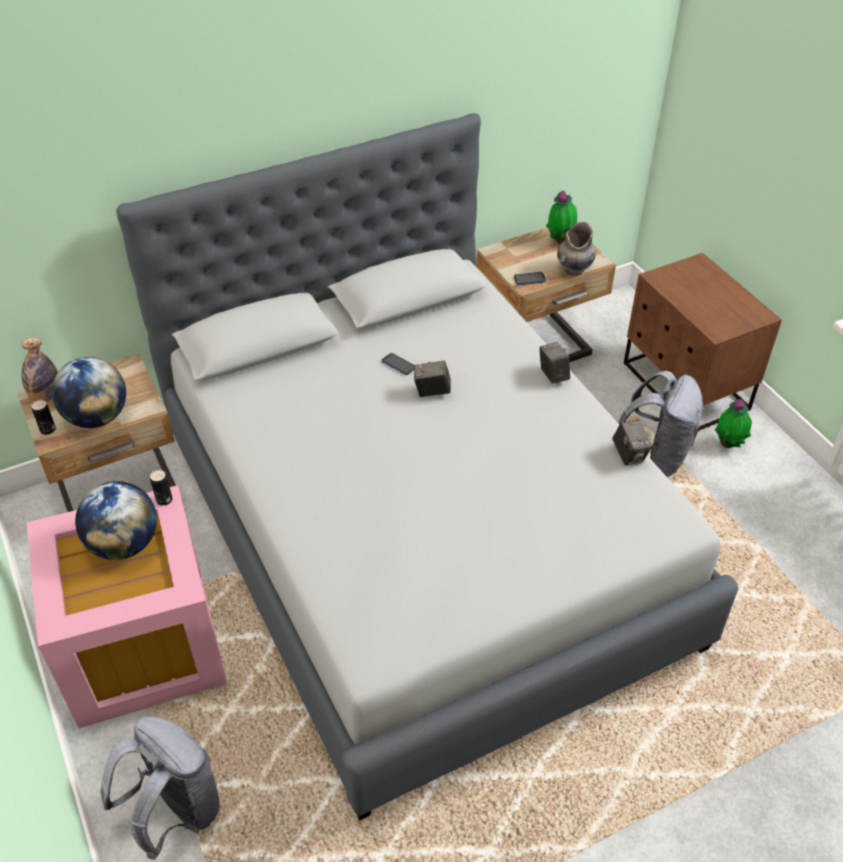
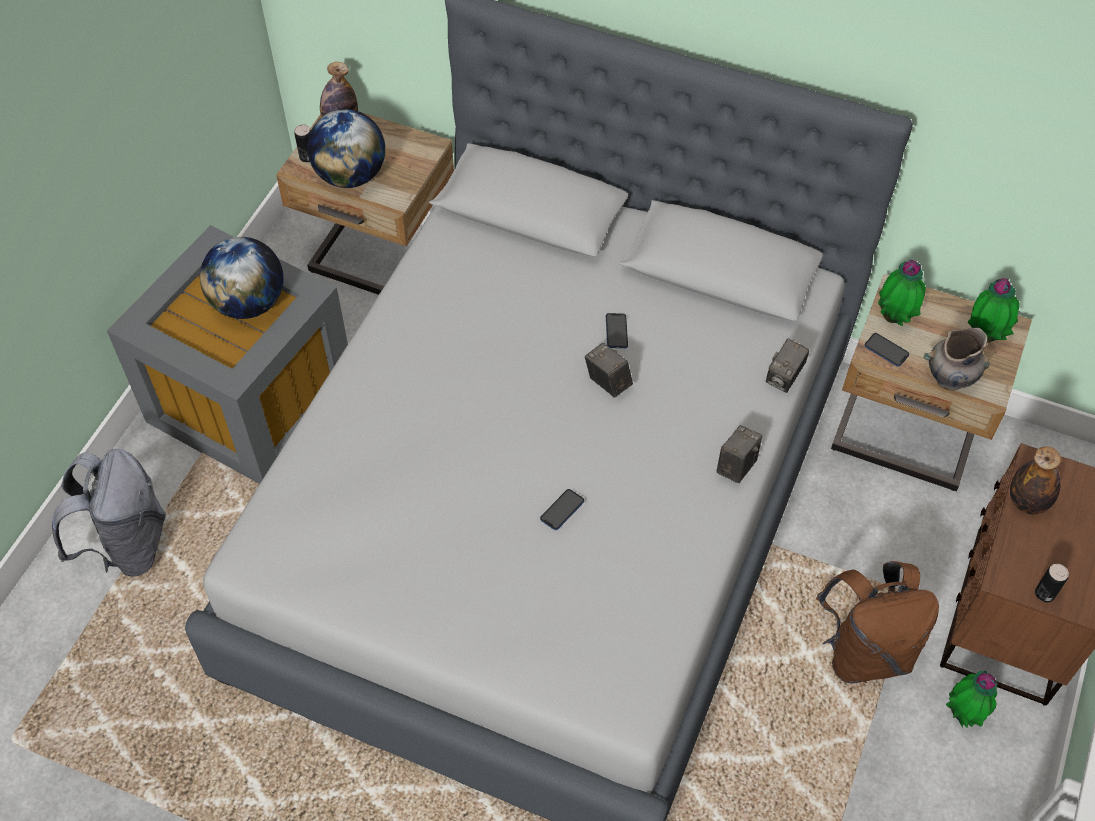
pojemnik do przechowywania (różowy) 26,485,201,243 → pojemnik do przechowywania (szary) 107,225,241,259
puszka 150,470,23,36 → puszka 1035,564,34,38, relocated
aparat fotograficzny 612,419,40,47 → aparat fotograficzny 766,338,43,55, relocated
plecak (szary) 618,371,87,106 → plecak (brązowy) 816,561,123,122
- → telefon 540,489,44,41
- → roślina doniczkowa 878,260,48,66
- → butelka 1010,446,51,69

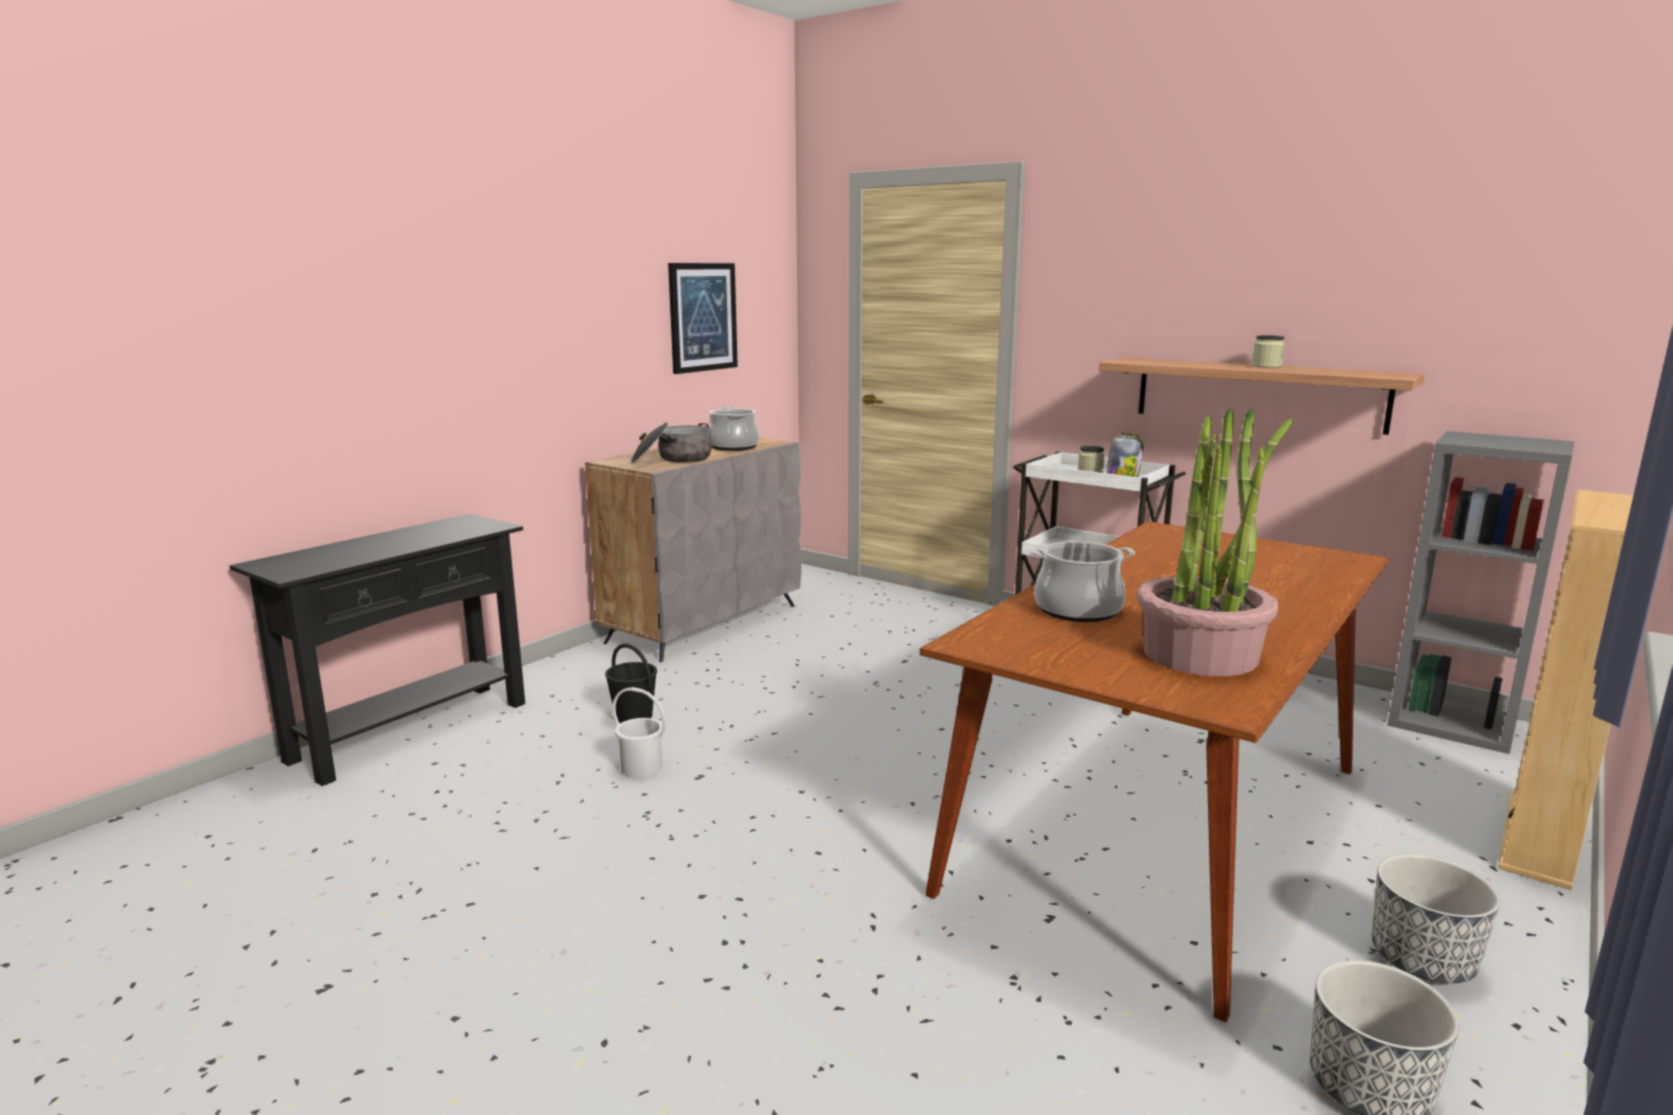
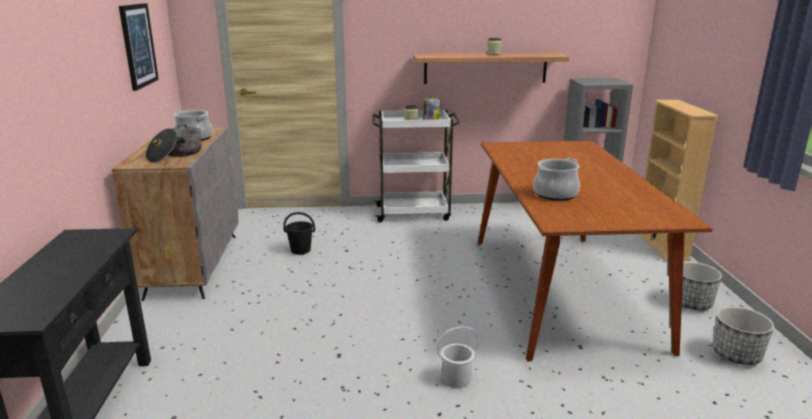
wiadro (czarny) 605,643,52,80 → wiadro (czarny) 283,212,32,43, relocated
wiadro (biały) 612,687,54,91 → wiadro (biały) 437,326,42,62, relocated
roślina doniczkowa 1137,408,156,268 → -

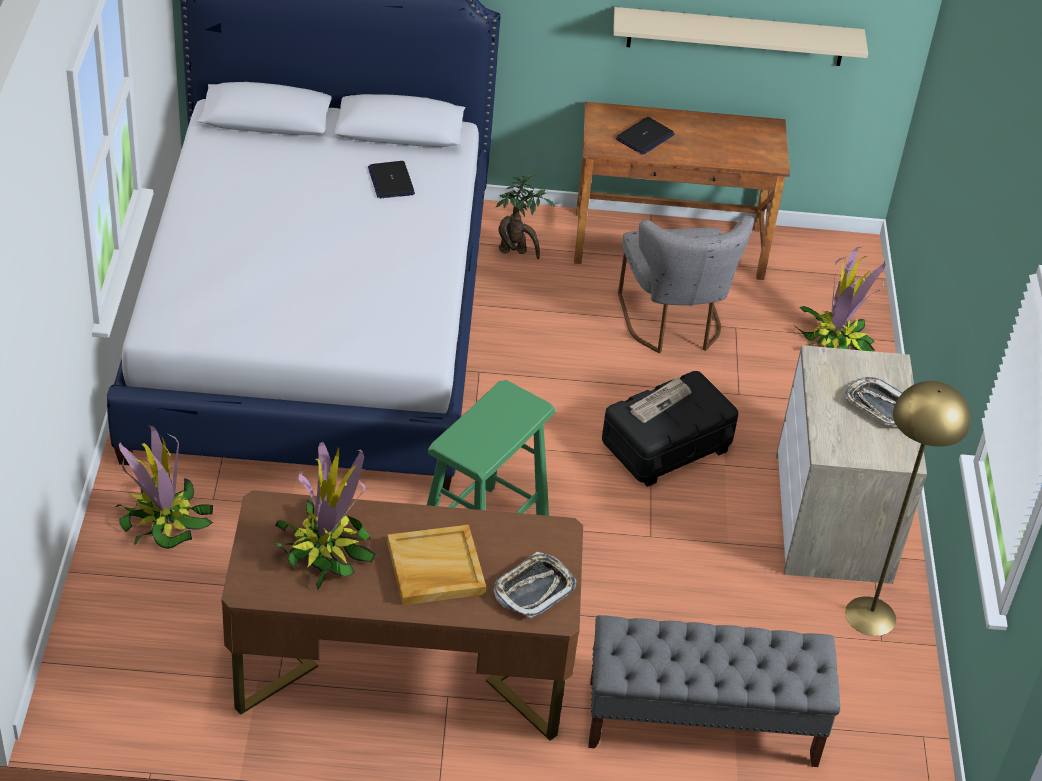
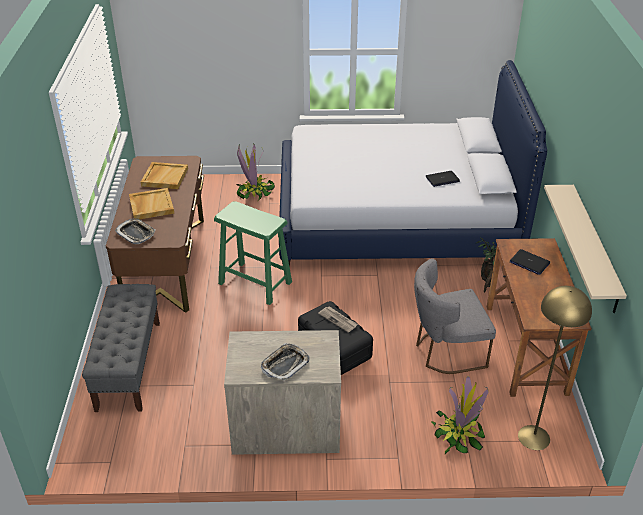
roślina doniczkowa 273,442,103,148 → taca (beżowy) 141,162,47,27
lampa stojąca (żółty) 845,381,125,255 → lampa stojąca (żółty) 518,286,74,164, relocated

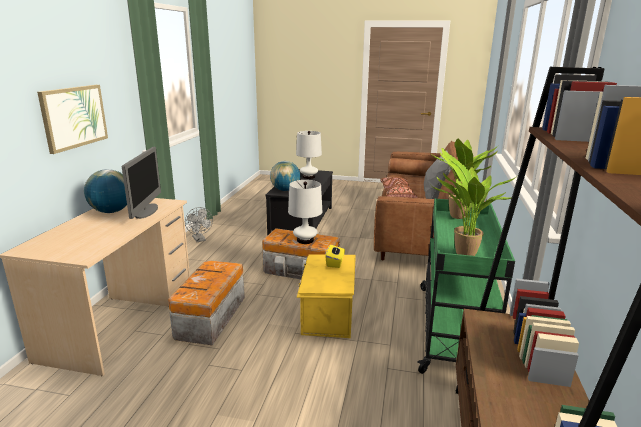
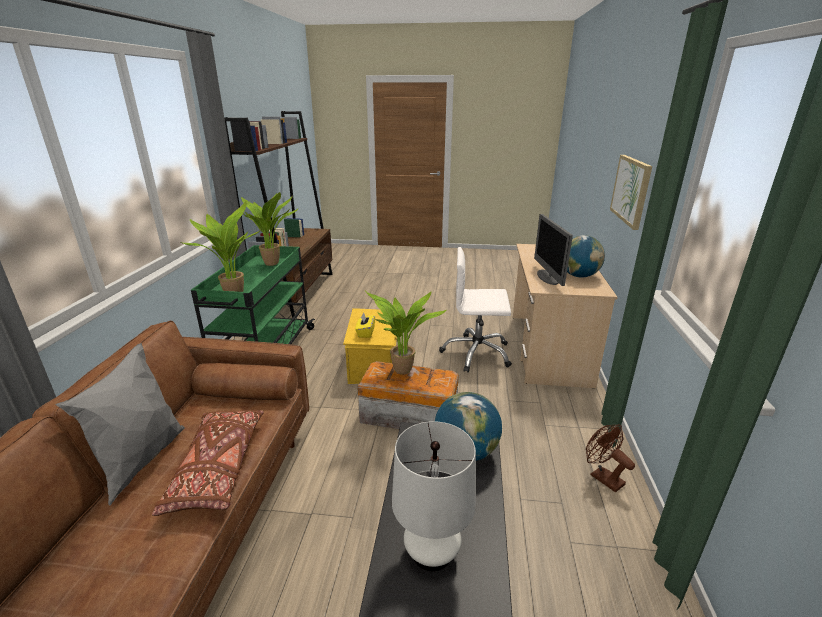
pojemnik do przechowywania 168,260,77,85 → krzesło biurowe (biały) 439,247,73,126
wentylator (szary) 185,207,28,35 → wentylator (brązowy) 586,424,49,68
lampa stołowa (biały) 288,180,34,64 → roślina doniczkowa 365,291,81,84

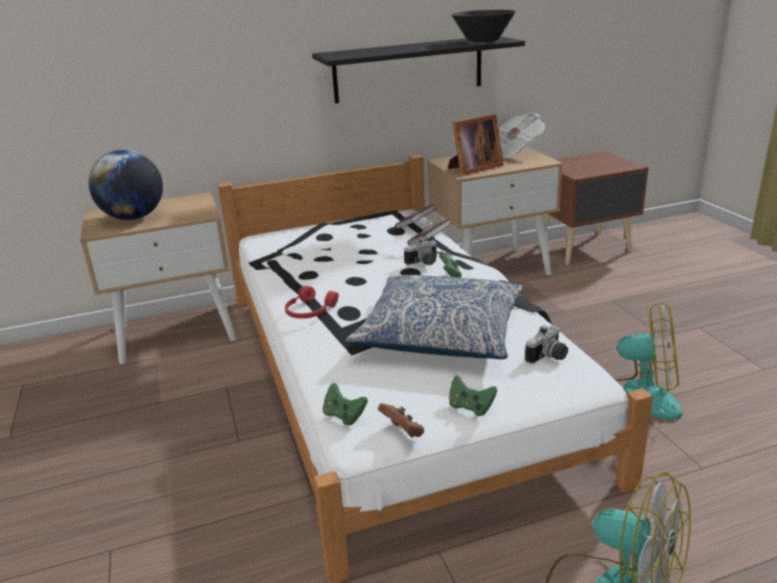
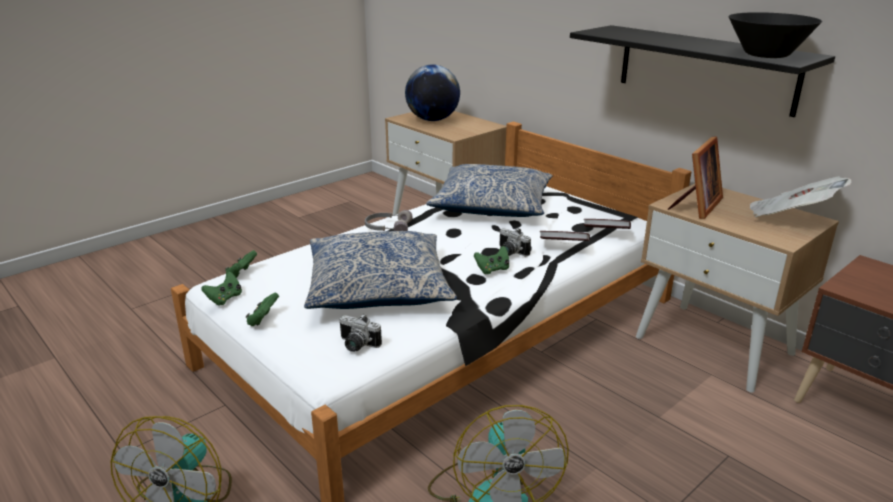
słuchawki (czerwony) 285,286,54,33 → słuchawki (szary) 365,210,48,21
pad do gier (brązowy) 378,403,46,35 → pad do gier (zielony) 202,271,40,35
ramka na zdjęcie 448,114,56,62 → ramka na zdjęcie 668,136,55,83, 90 degrees counterclockwise
- → poduszka 426,164,126,53

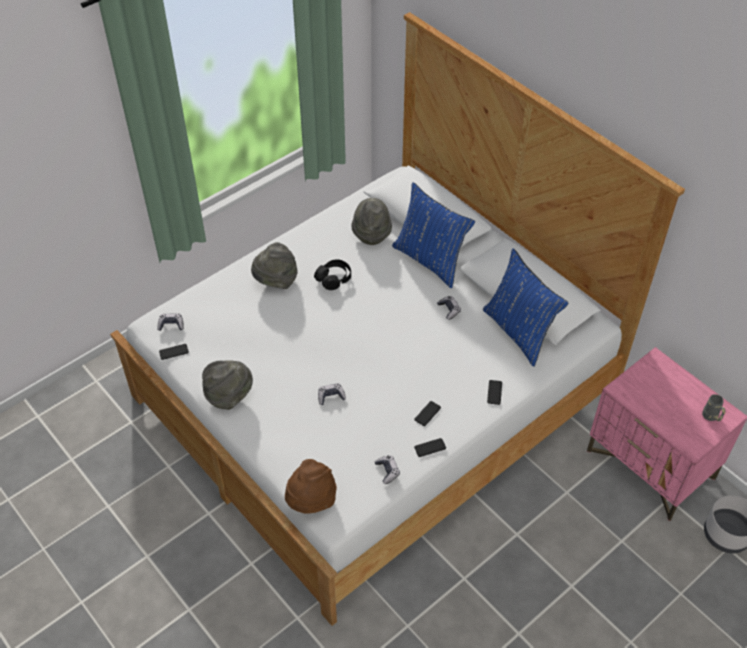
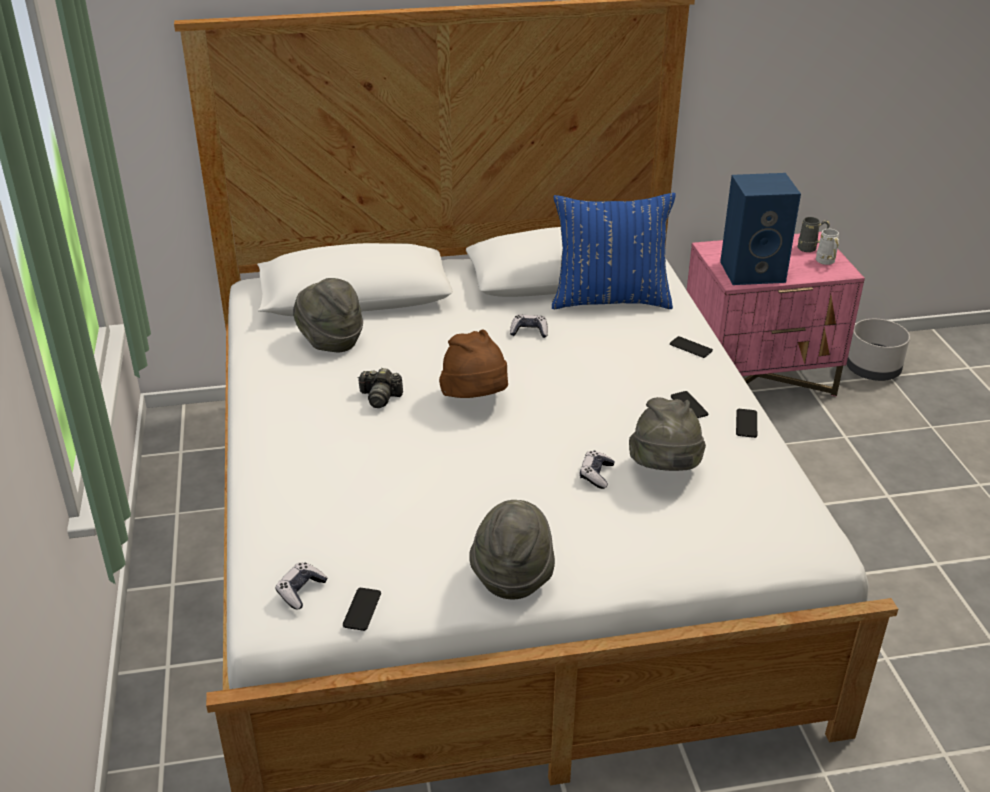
kapelusz (szary) 251,242,47,47 → kapelusz (szary) 629,397,77,74, relocated
kapelusz (brązowy) 285,459,52,55 → kapelusz (brązowy) 439,329,69,69, relocated
słuchawki (czarny) 314,259,37,31 → aparat fotograficzny 358,368,45,40
pad do gier 375,455,25,29 → -
poduszka (niebieski) 392,182,83,106 → -
- → głośnik (niebieski) 720,173,81,112
- → kubek (biały) 816,229,23,36

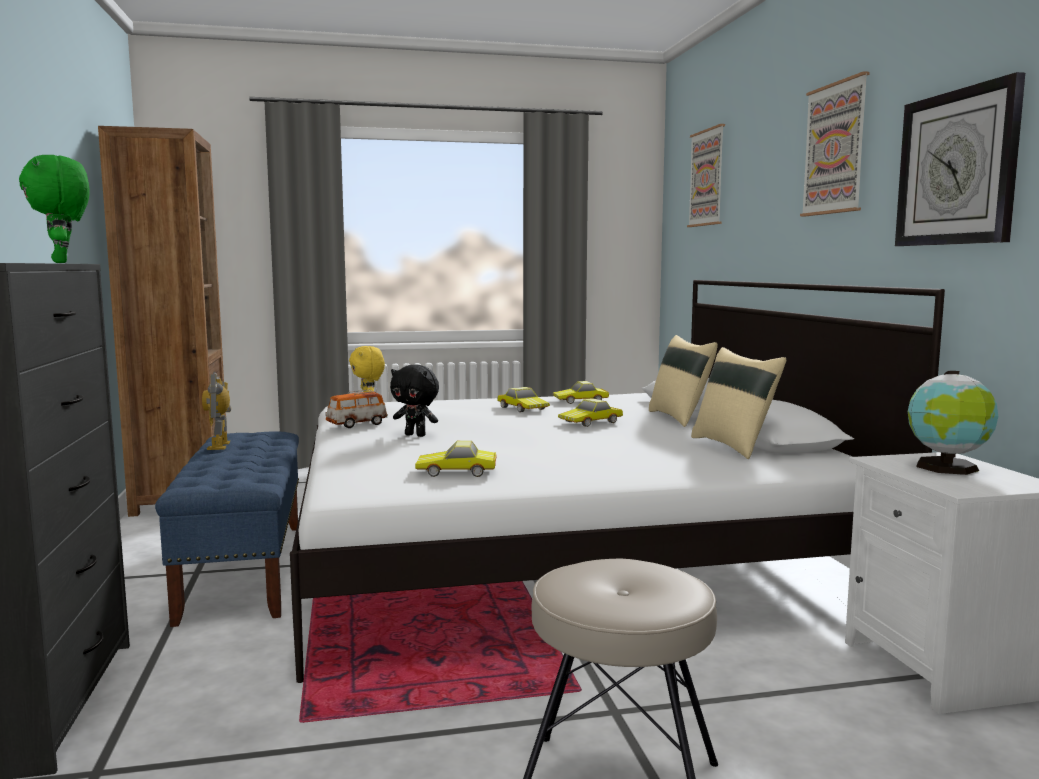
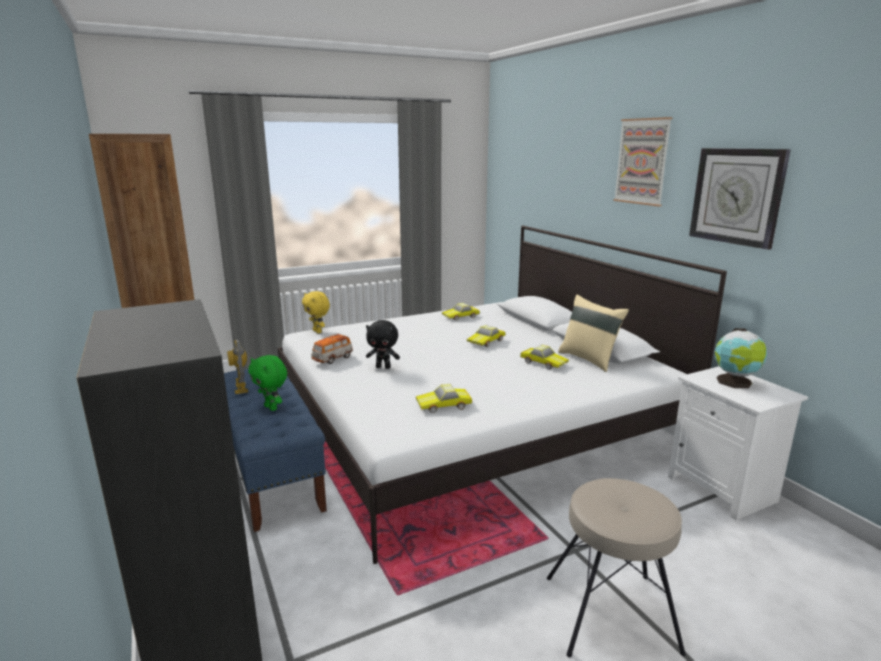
pluszak (zielony) 19,155,70,108 → pluszak (zielony) 248,355,39,56, relocated
samochodzik 497,387,53,25 → samochodzik 520,345,49,25, relocated
poduszka (beżowy) 649,335,69,92 → -
obraz 687,124,38,103 → -

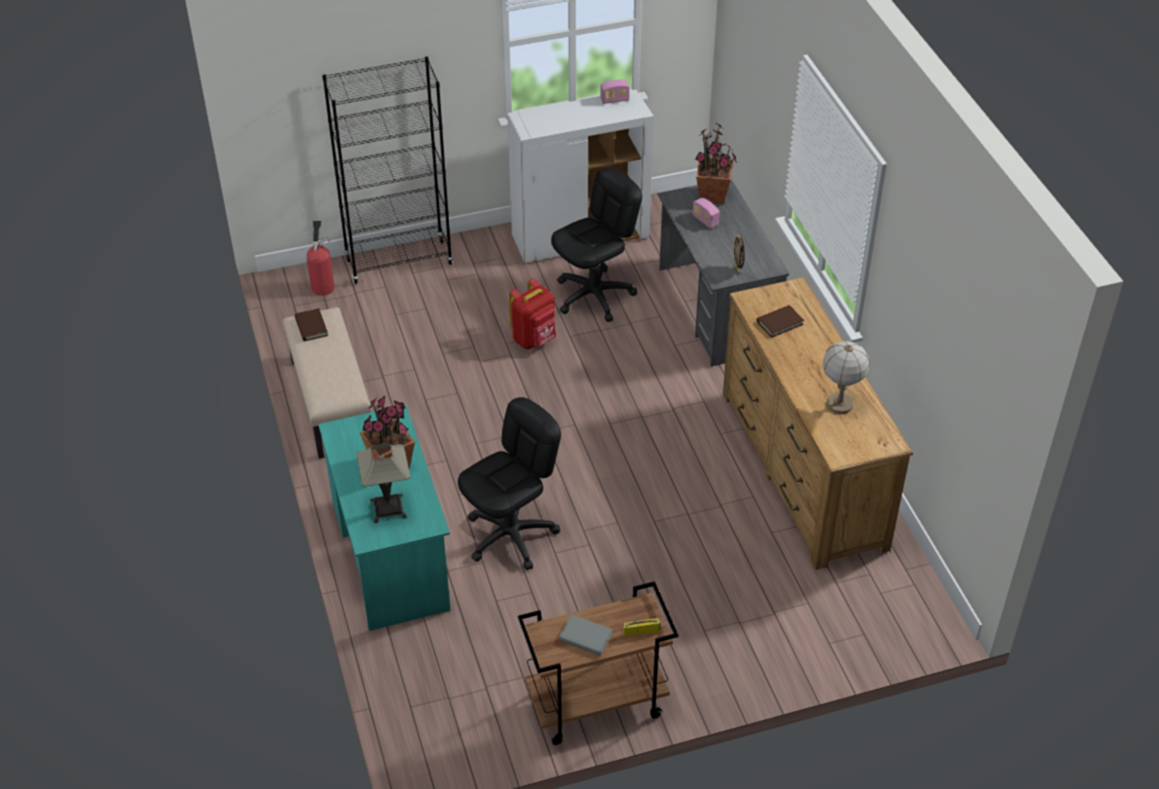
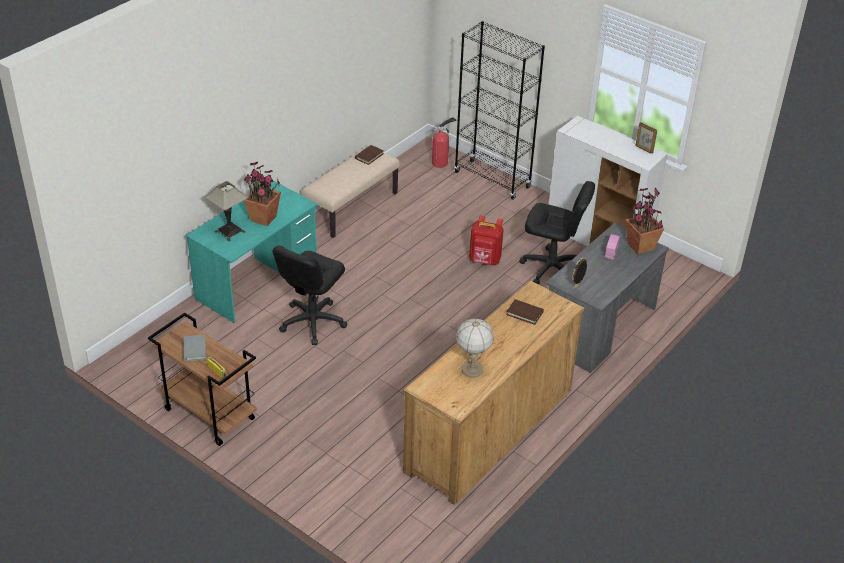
krzesło biurowe (czarny) 458,397,103,173 → krzesło biurowe (czarny) 273,245,74,100, 105 degrees clockwise
radio 600,80,30,24 → ramka na zdjęcie 635,122,22,32

